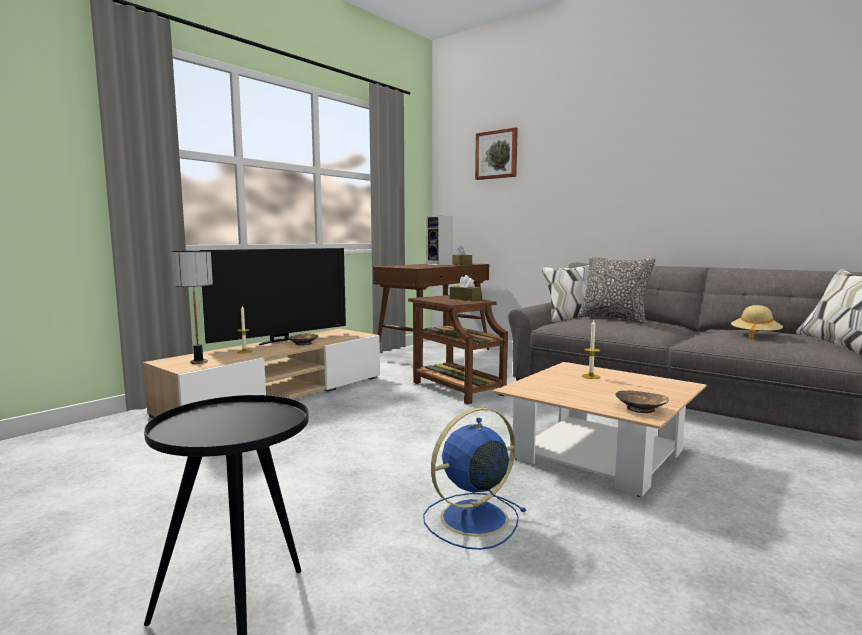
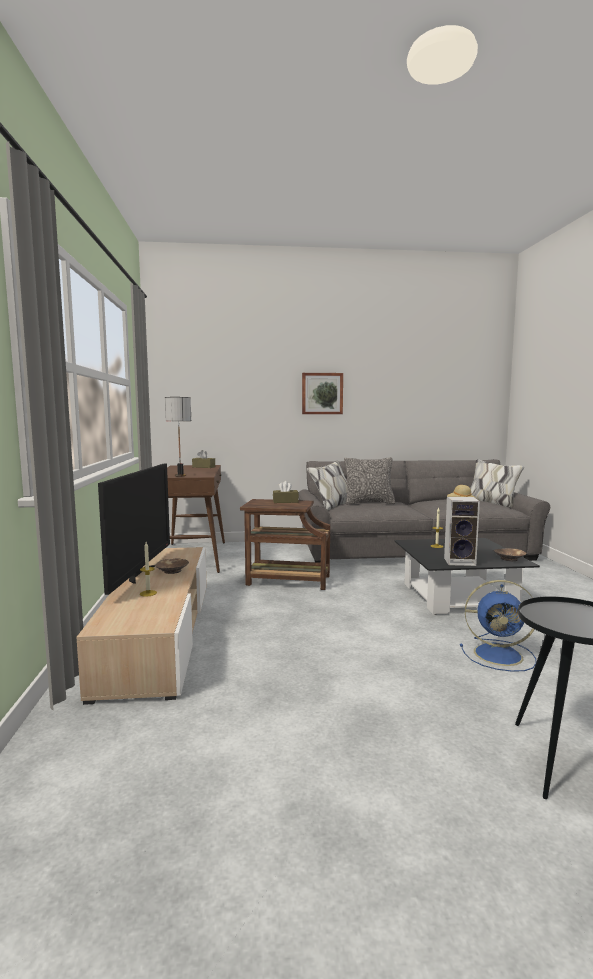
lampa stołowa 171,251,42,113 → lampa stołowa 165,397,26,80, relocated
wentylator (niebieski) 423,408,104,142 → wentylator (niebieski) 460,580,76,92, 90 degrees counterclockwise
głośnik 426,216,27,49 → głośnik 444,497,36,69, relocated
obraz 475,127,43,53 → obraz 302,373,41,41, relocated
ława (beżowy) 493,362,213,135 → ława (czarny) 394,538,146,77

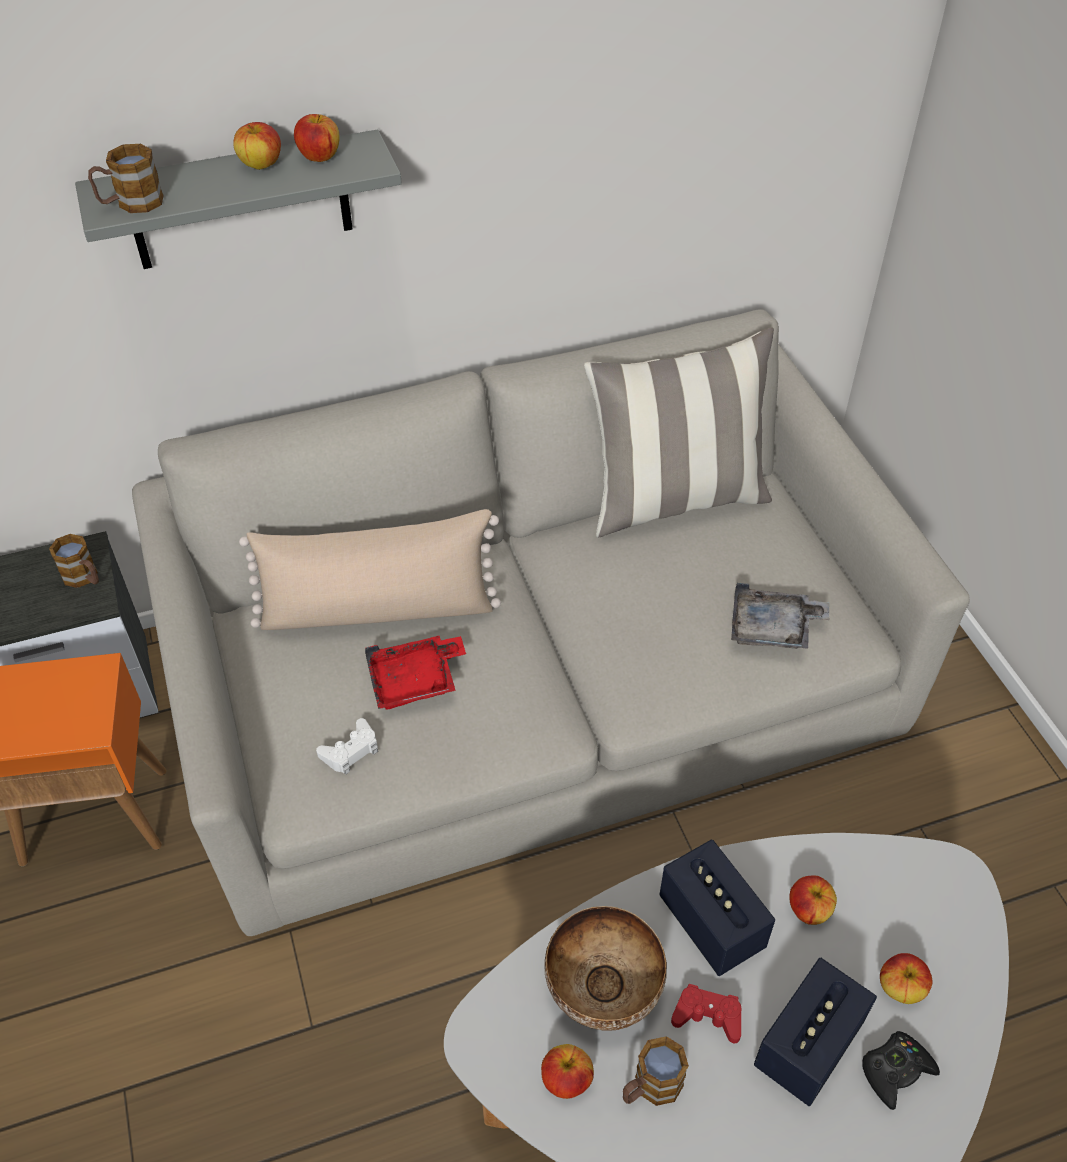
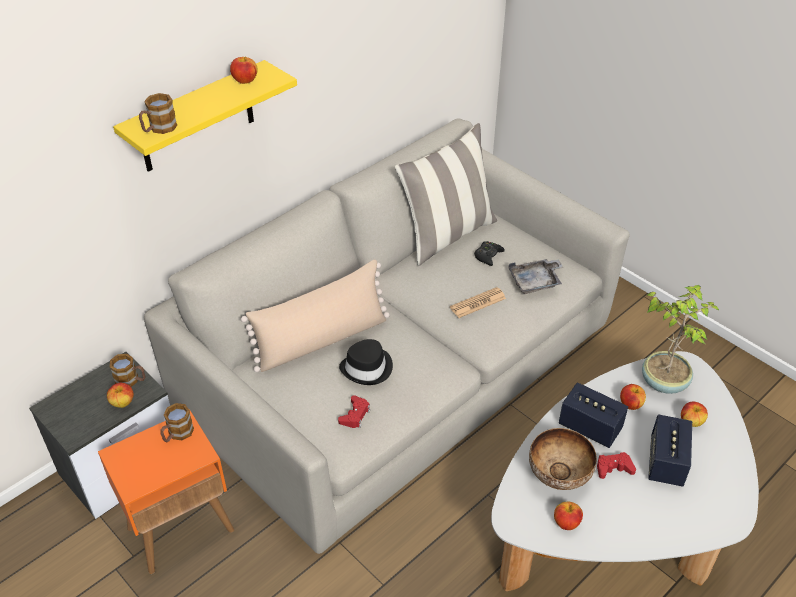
półka (szary) 75,130,327,139 → półka (żółty) 113,60,184,112
jabłko 233,122,48,48 → jabłko 107,383,27,25, relocated
pad do gier (biały) 316,718,62,57 → pad do gier (czerwony) 338,395,32,33
taca (czerwony) 365,636,101,74 → kapelusz (czarny) 339,339,54,46
kubek 623,1036,66,70 → kubek 160,403,34,39, relocated
pad do gier (czarny) 862,1031,78,79 → pad do gier (czarny) 474,241,31,25, relocated
- → gazeta 450,287,56,31
- → roślina doniczkowa 642,285,78,109

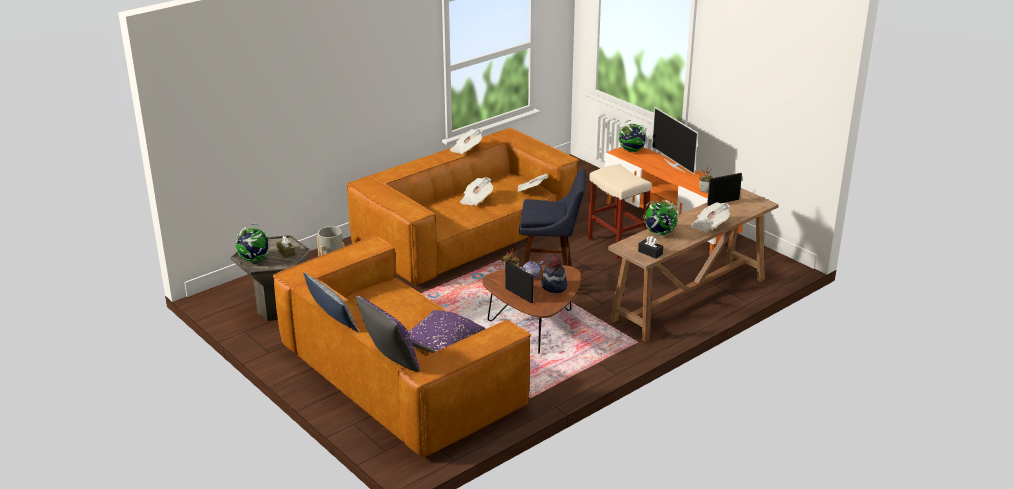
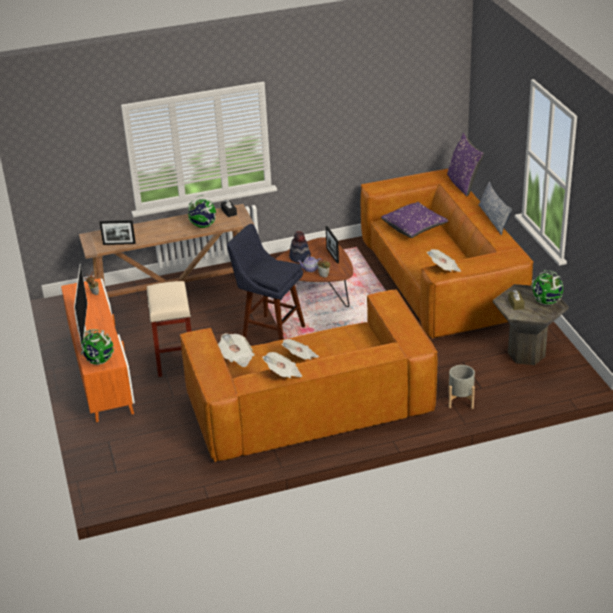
gazeta 691,203,39,29 → gazeta 427,249,34,23, relocated

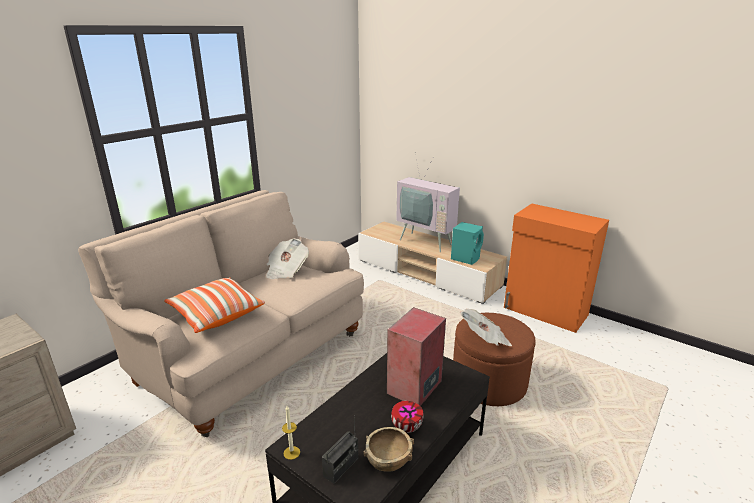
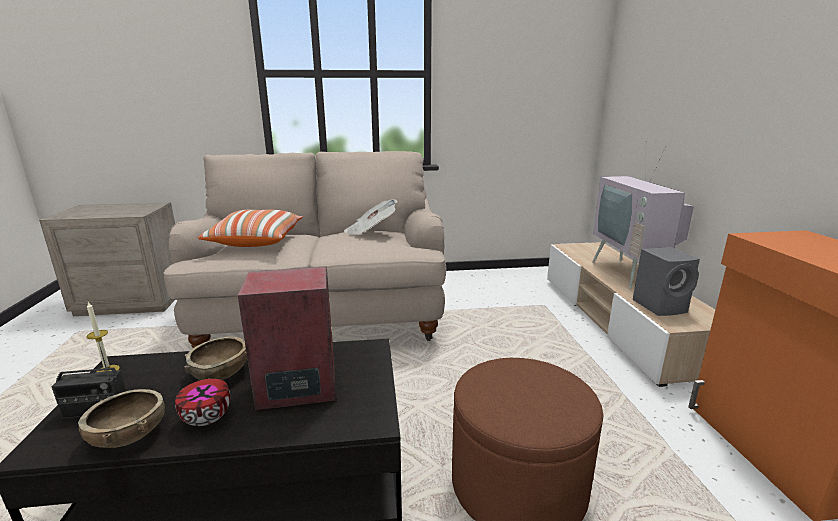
głośnik (turkusowy) 451,222,33,43 → głośnik (szary) 633,247,67,69
gazeta 460,309,52,37 → -
- → miska (brązowy) 184,336,63,44

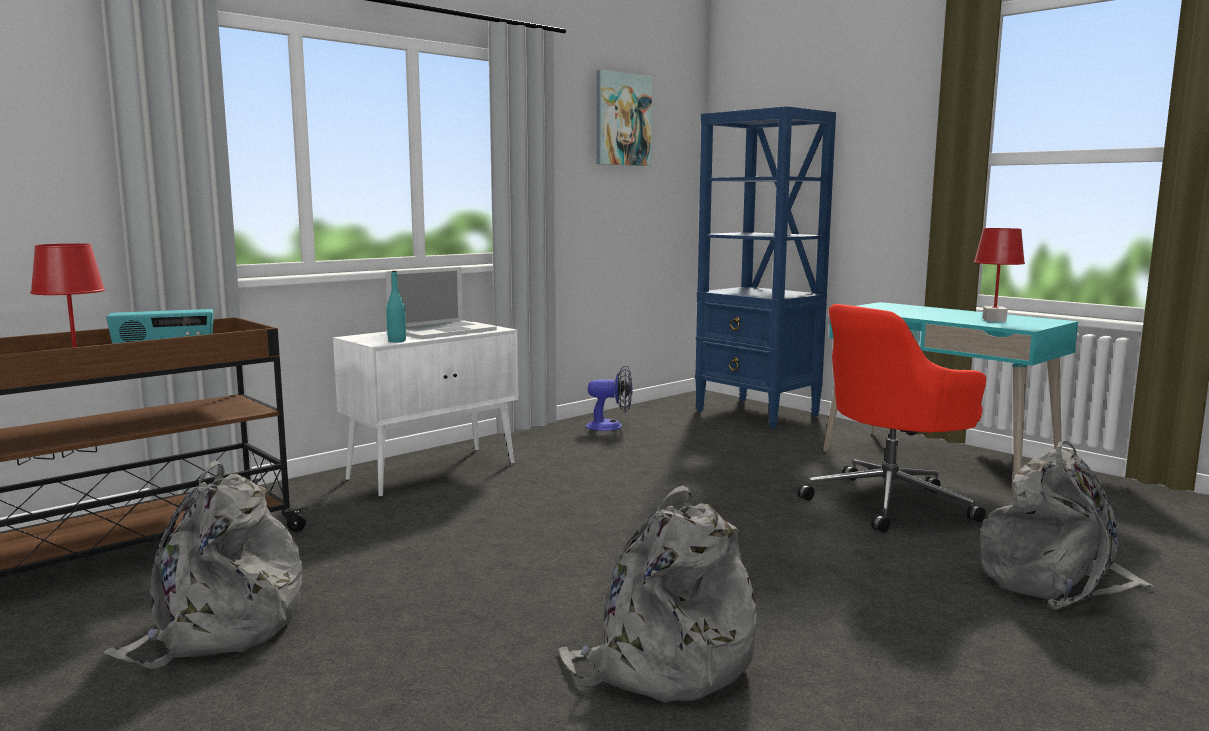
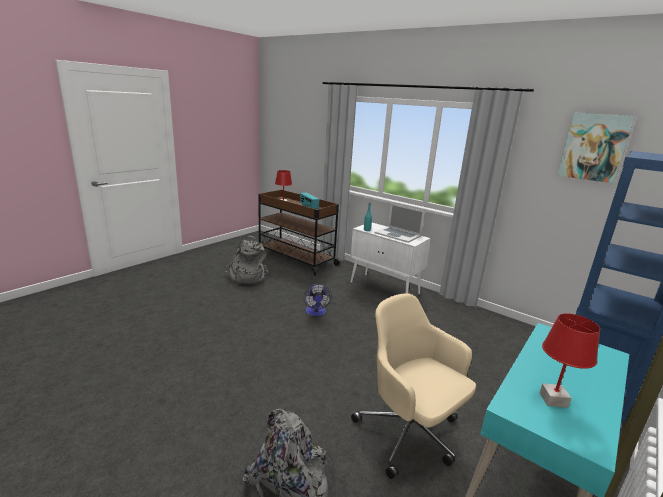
plecak (szary) 558,485,199,218 → -
wentylator 586,365,46,66 → wentylator 304,284,28,32, relocated
krzesło biurowe (czerwony) 797,304,189,229 → krzesło biurowe (beżowy) 351,293,125,186

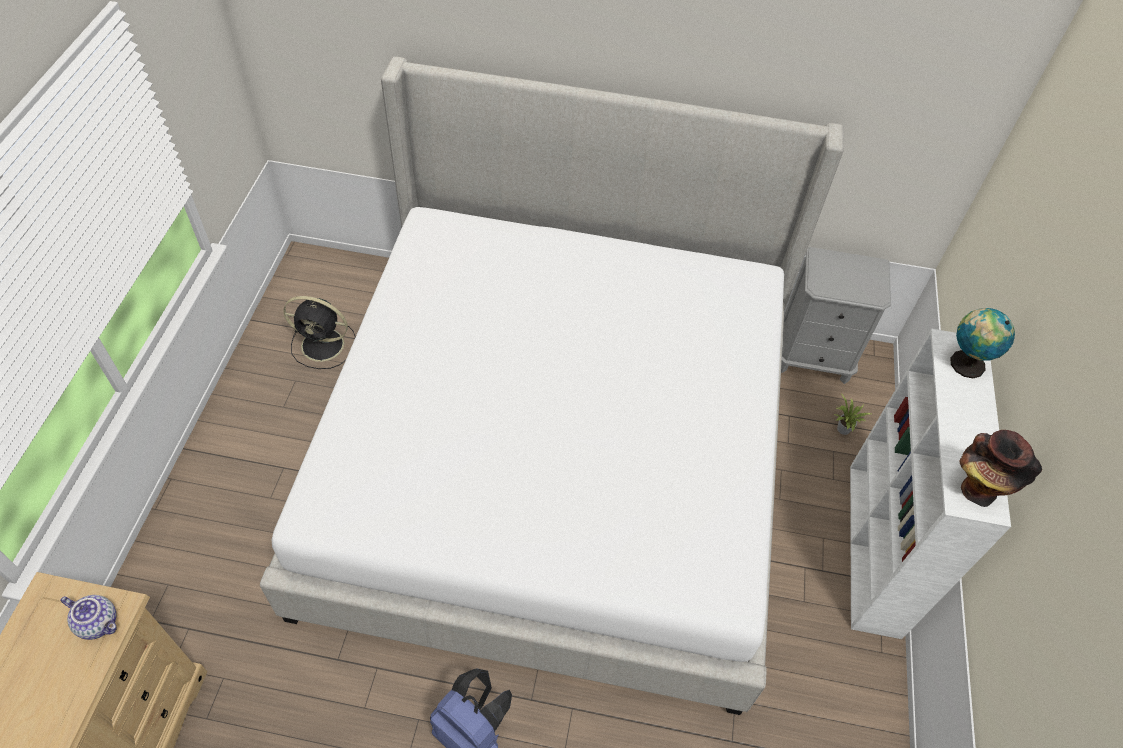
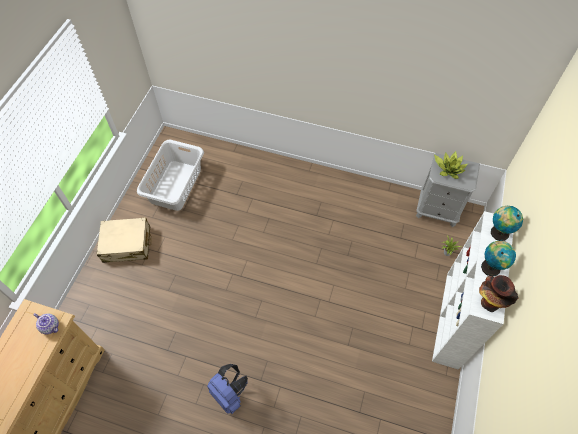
łóżko 260,57,584,658 → -
wentylator (czarny) 283,296,73,73 → kosz na pranie (szary) 137,140,67,71
- → walizka (beżowy) 97,217,54,46
- → roślina doniczkowa 434,151,34,28
- → globus 481,241,35,35

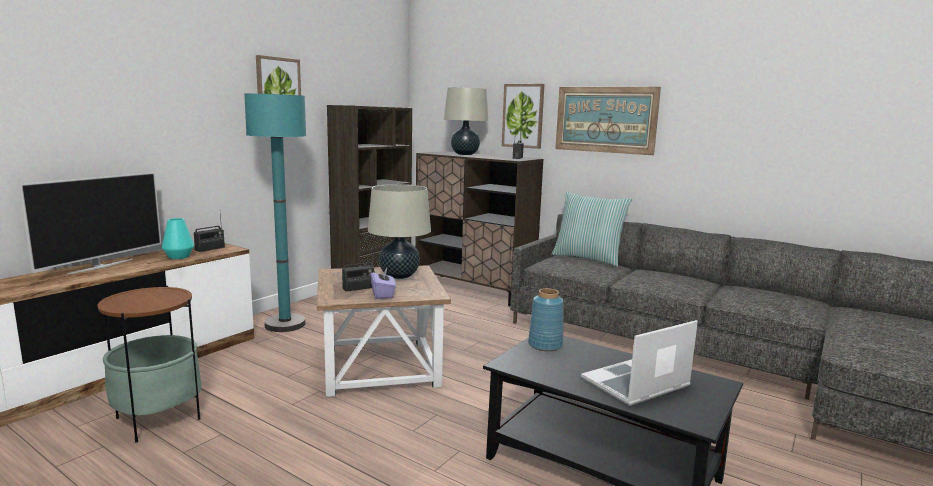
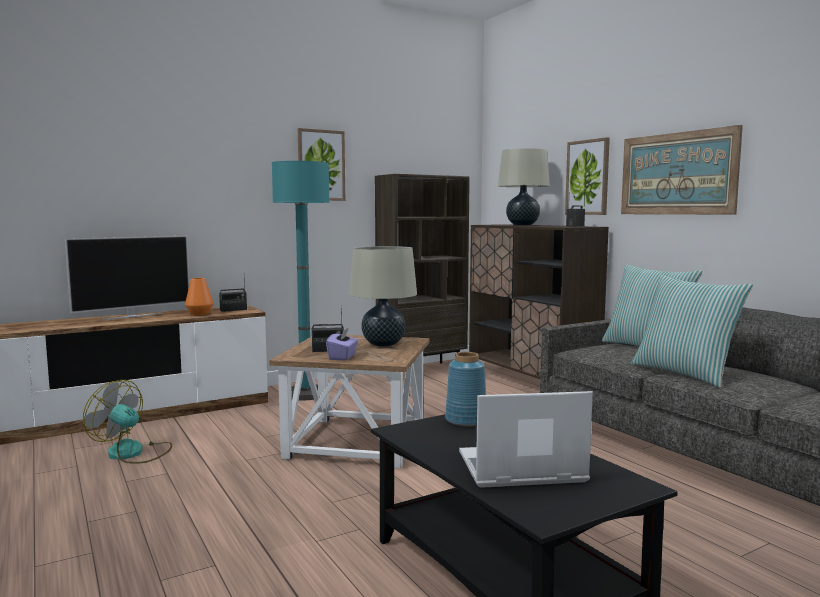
stolik 97,286,105,156 → wentylator 83,380,89,83
wazon (turkusowy) 162,218,32,41 → wazon (pomarańczowy) 185,278,29,37
- → poduszka 631,275,122,113

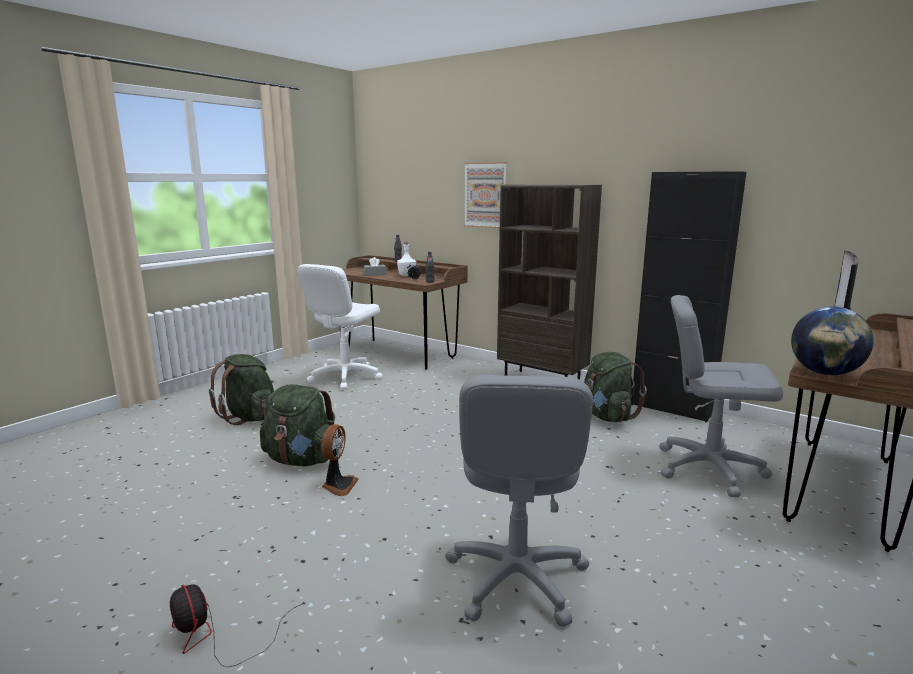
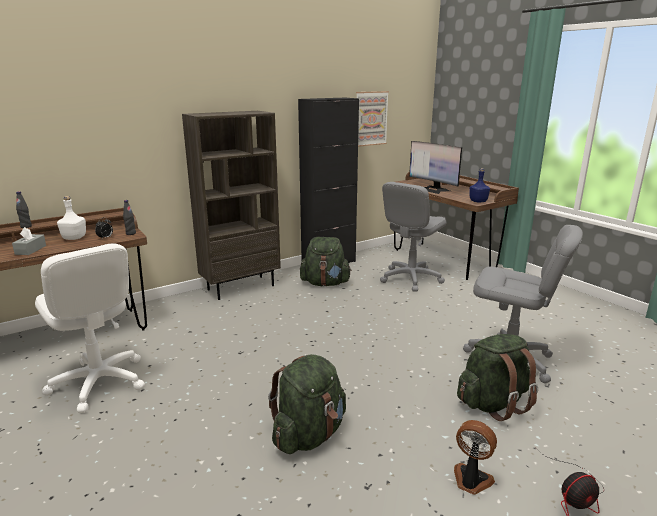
plecak (zielony) 209,354,65,71 → plecak (zielony) 457,334,81,87, relocated
wentylator 321,424,38,72 → wentylator 454,420,43,75, relocated
obraz 464,162,43,66 → obraz 356,91,33,56, relocated
globus 791,306,83,69 → butelka (niebieski) 469,168,21,34

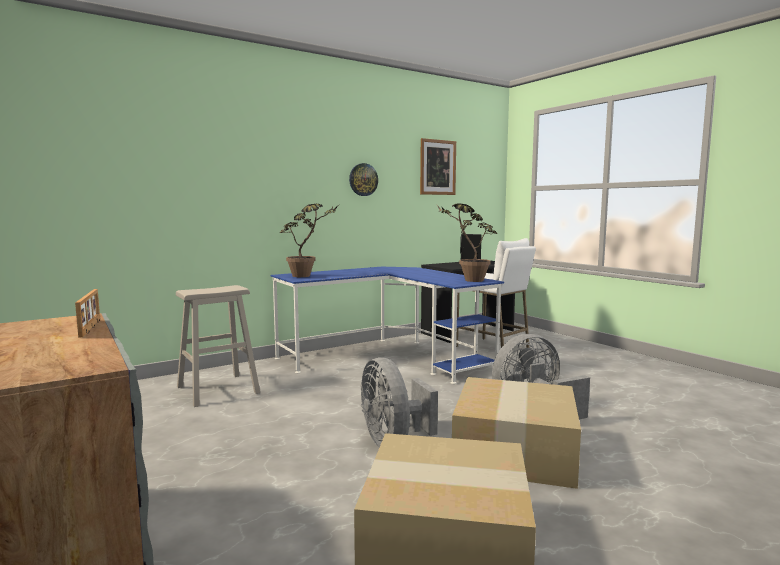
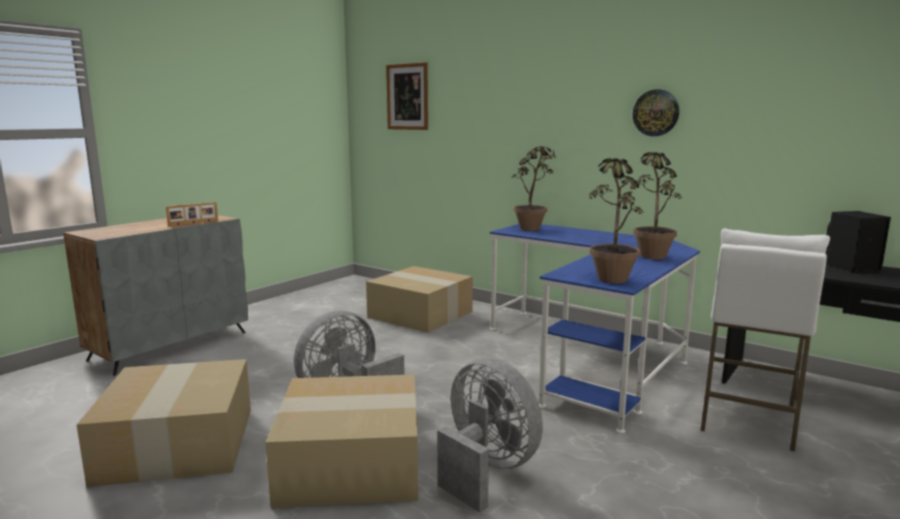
stołek (beżowy) 176,285,84,122 → karton 366,266,107,67
obraz 420,138,36,57 → obraz 386,62,42,68, relocated
- → roślina doniczkowa 633,152,49,107

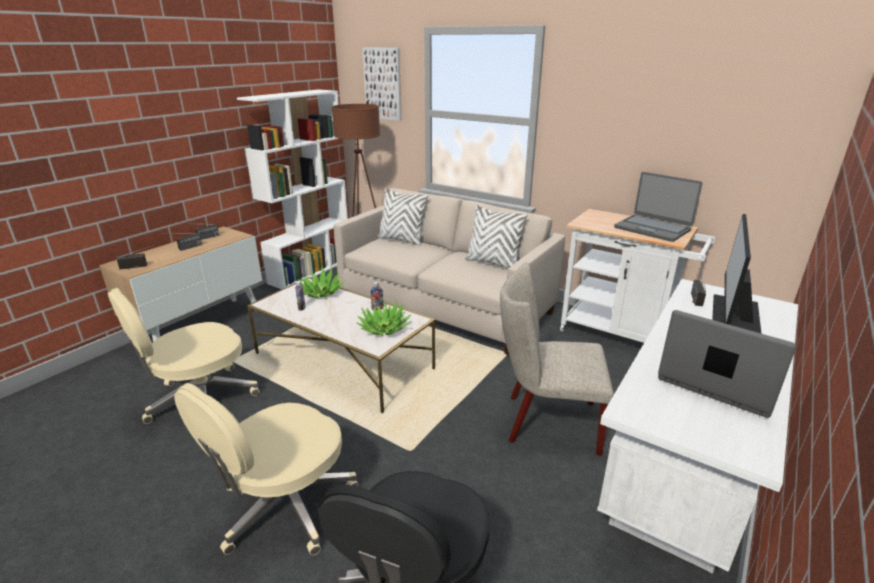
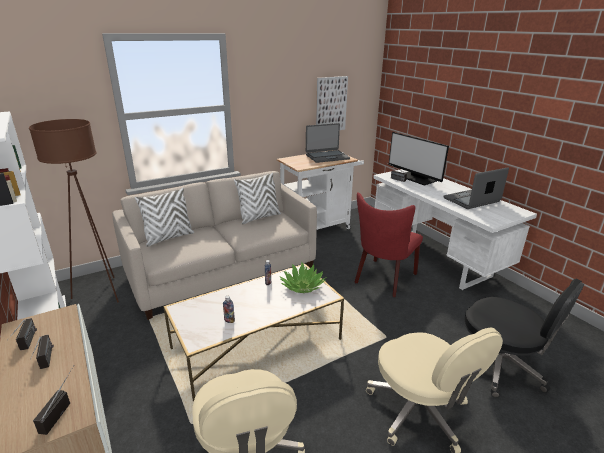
roślina doniczkowa 299,268,45,30 → -
obraz 362,47,39,74 → obraz 316,76,32,54, relocated
krzesło (beżowy) 500,263,114,193 → krzesło (czerwony) 355,192,68,105

